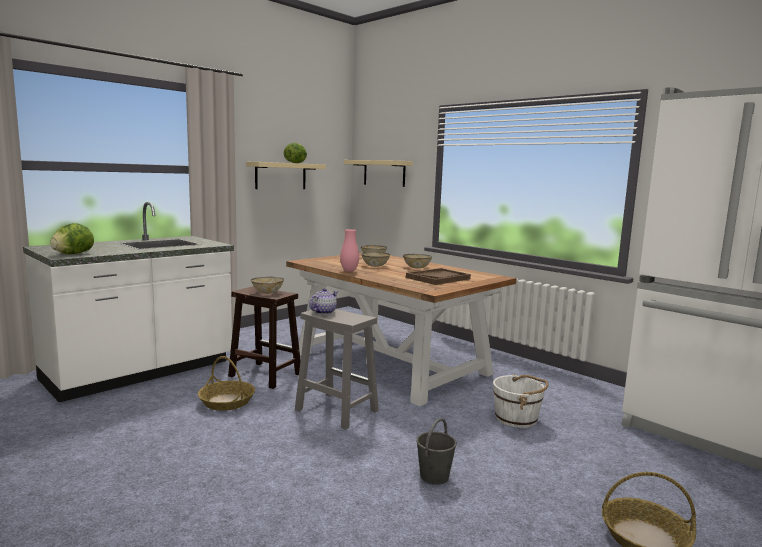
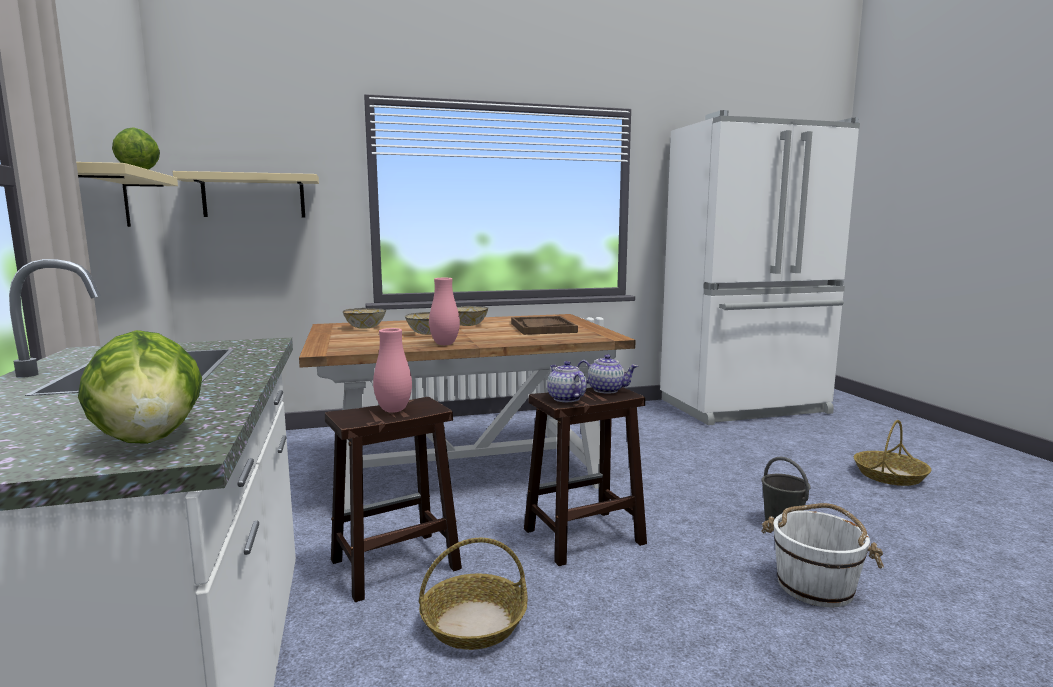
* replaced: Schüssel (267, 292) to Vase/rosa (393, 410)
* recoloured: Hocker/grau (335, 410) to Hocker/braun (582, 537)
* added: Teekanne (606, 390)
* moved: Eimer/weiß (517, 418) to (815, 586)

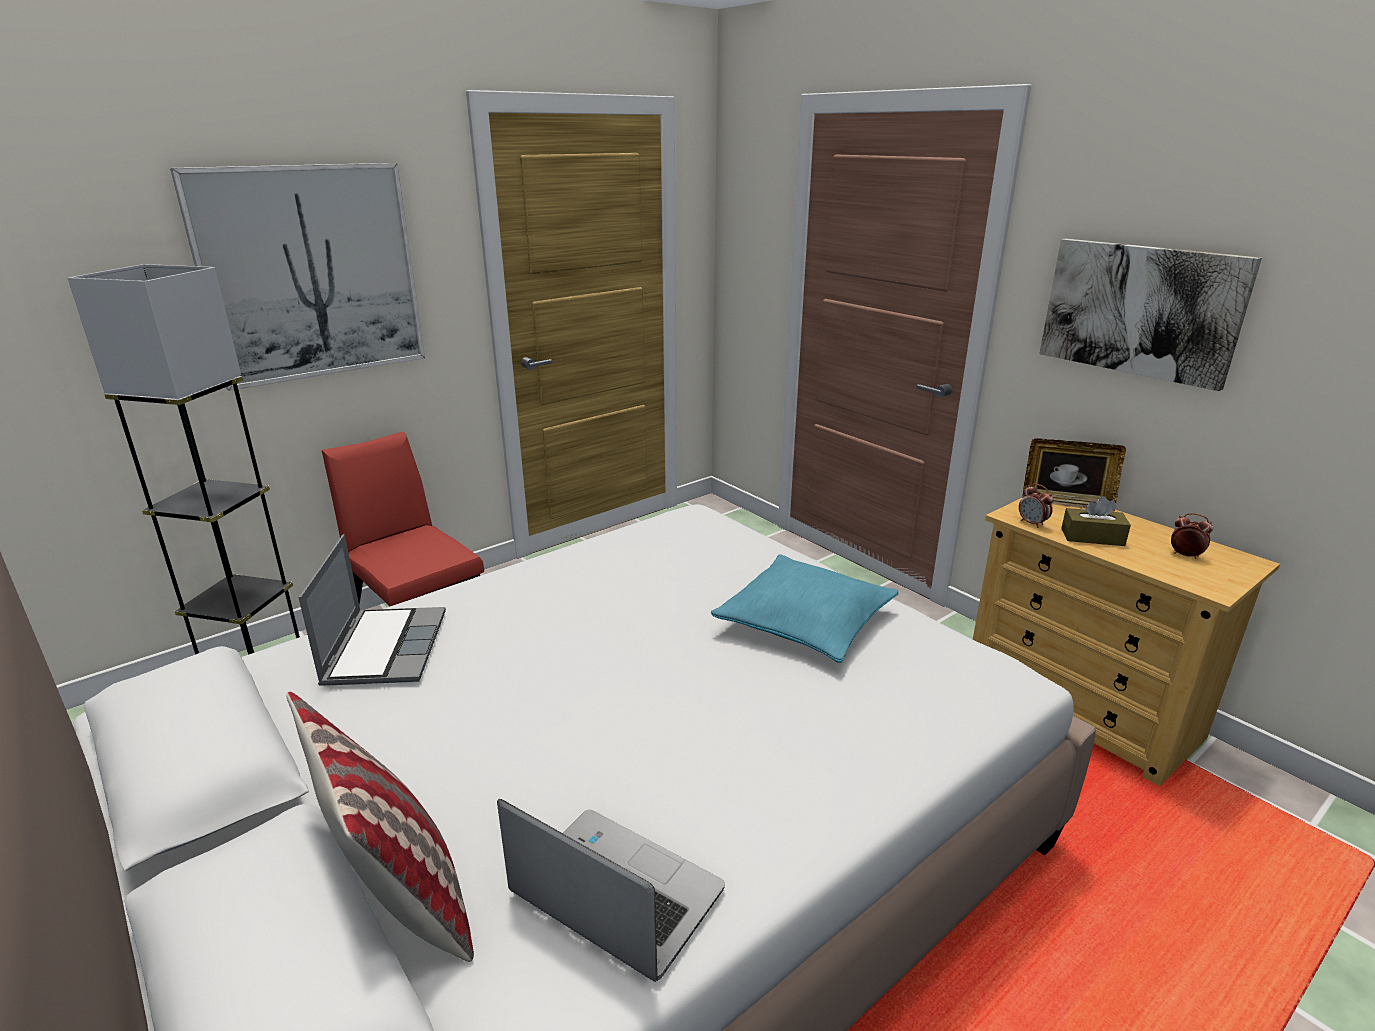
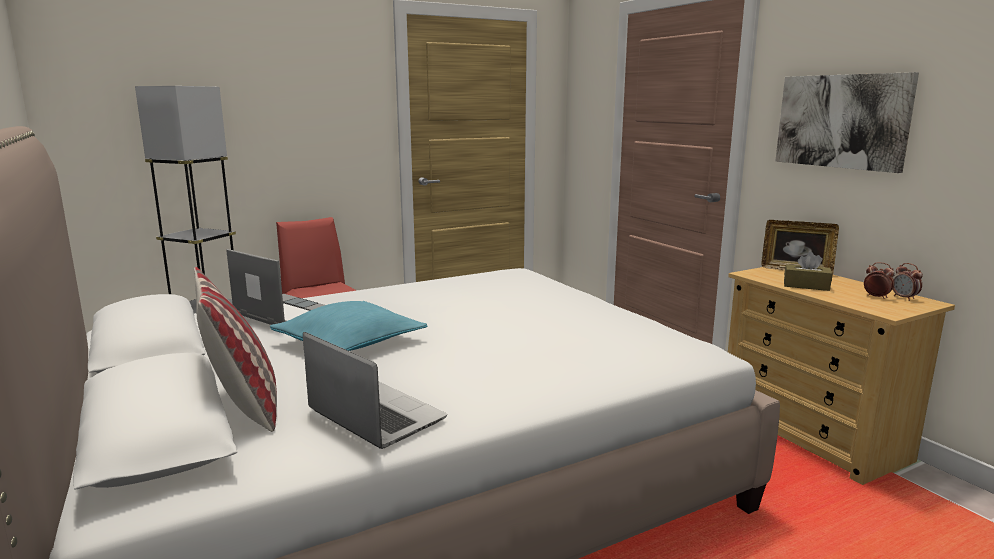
* turned: Laptop (384, 647) = (281, 313) 60 degrees counterclockwise
* moved: Kissen/türkis (805, 622) to (350, 343)
* moved: Wecker (1032, 523) to (904, 298)
* removed: Bild (311, 273)

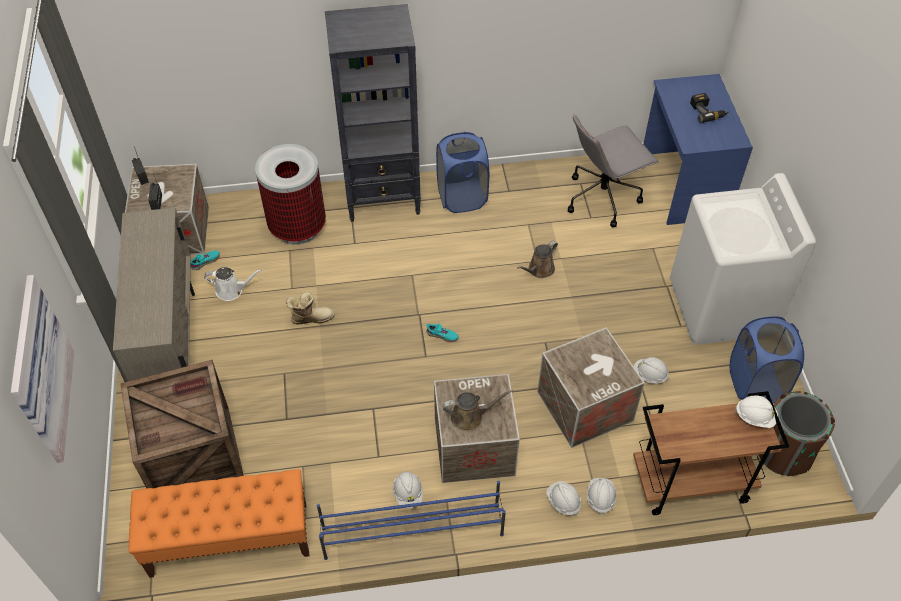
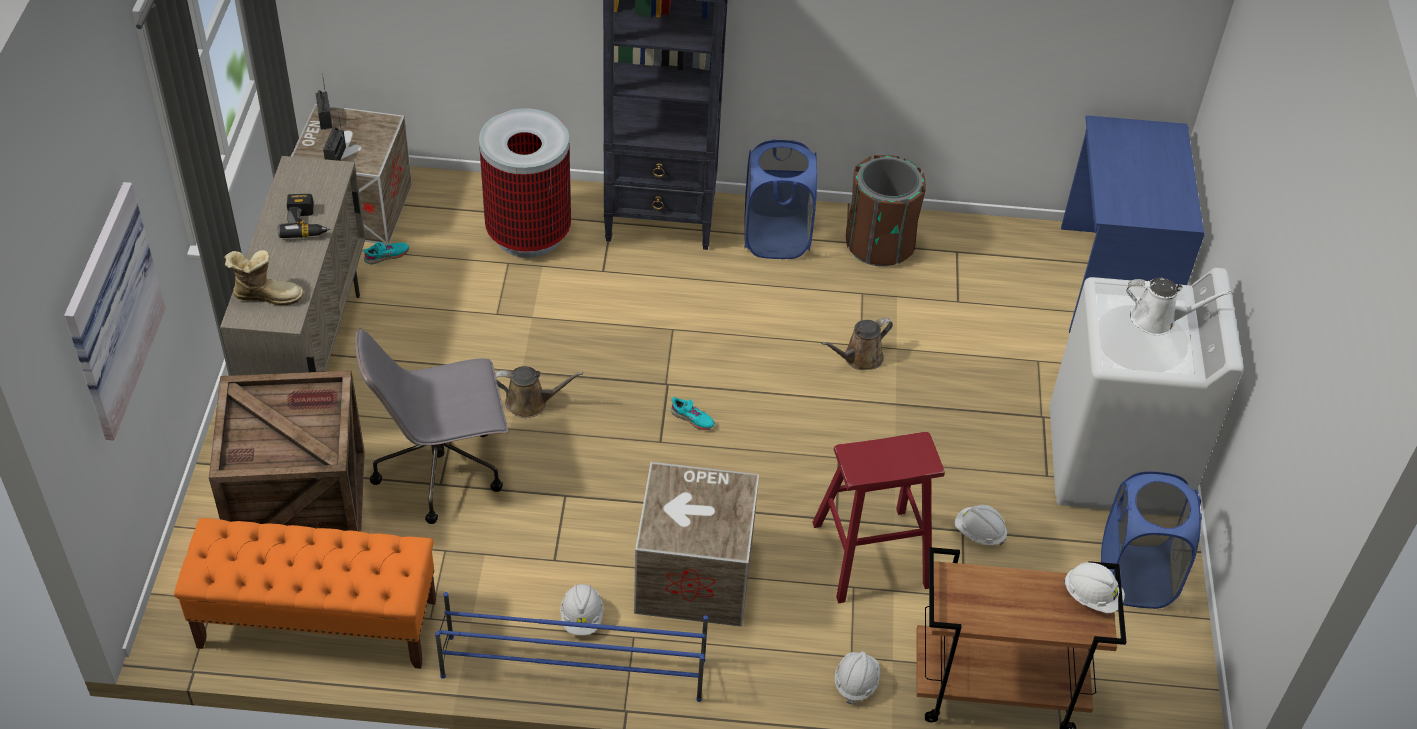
* moved: Stiefel (311, 317) to (267, 295)
* moved: Bohrmaschine (707, 112) to (306, 223)
* moved: Bürostuhl/grau (603, 197) to (442, 469)
* moved: Gießkanne/braun (470, 416) to (530, 403)
* replaced: Kiste (585, 406) to Hocker/rot (871, 555)
* moved: Mülleimer/braun (783, 452) to (879, 244)
* moved: Gießkanne/weiß (232, 290) to (1158, 320)
* removed: Schutzhelm/weiß (563, 501)

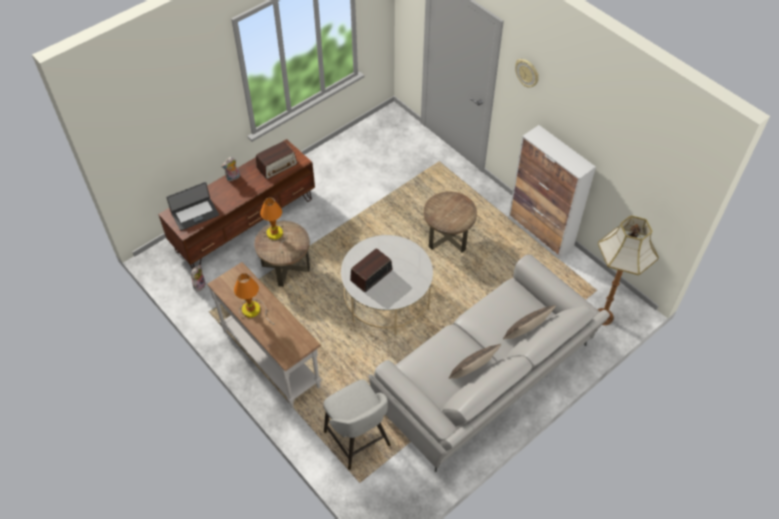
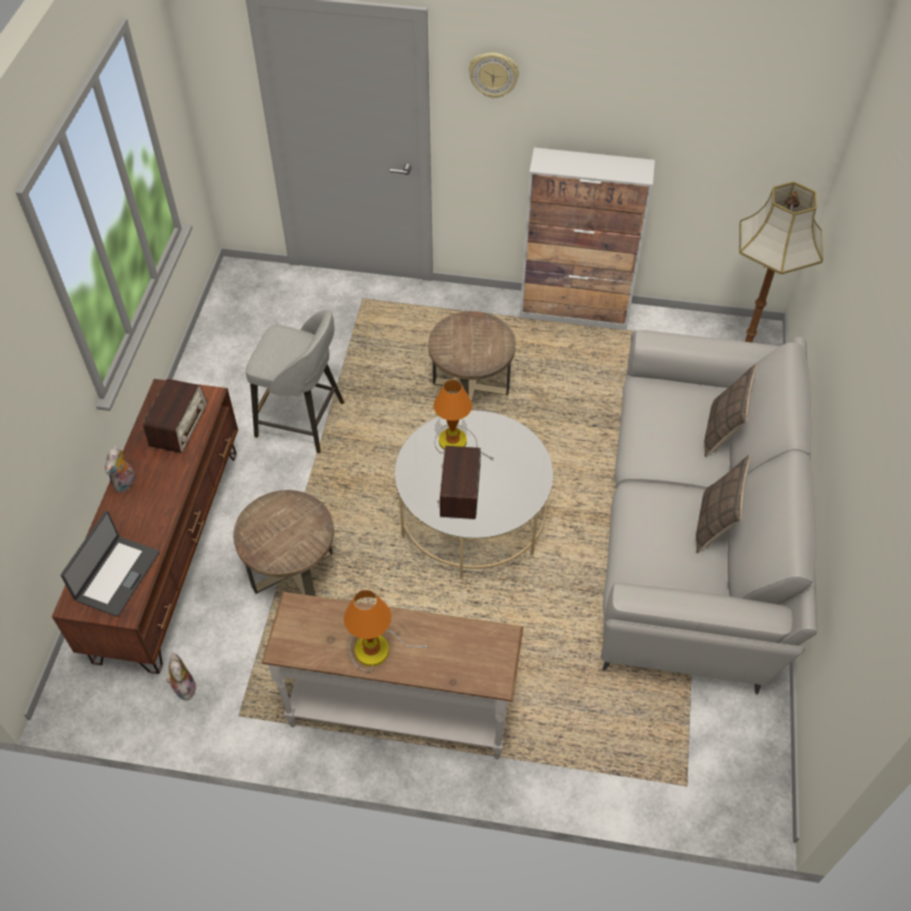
* moved: Hocker/grau (358, 440) to (303, 420)
* moved: Tischlampe (276, 234) to (456, 441)

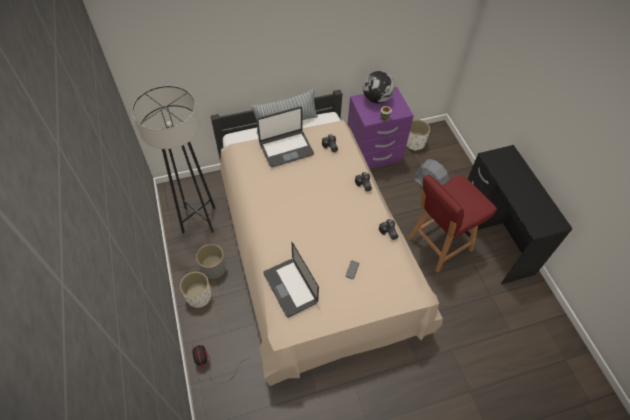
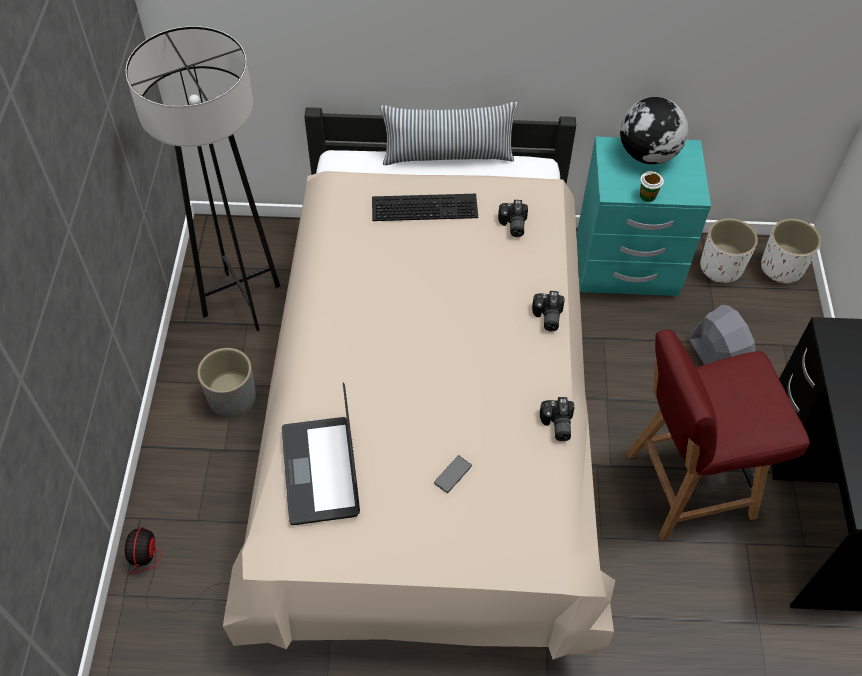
* replaced: Laptop (286, 148) to Tastatur (425, 206)
* recoloured: Nachttisch/lila (373, 153) to Nachttisch/türkis (626, 266)
* moved: Pflanzkübel/weiß (199, 296) to (781, 267)

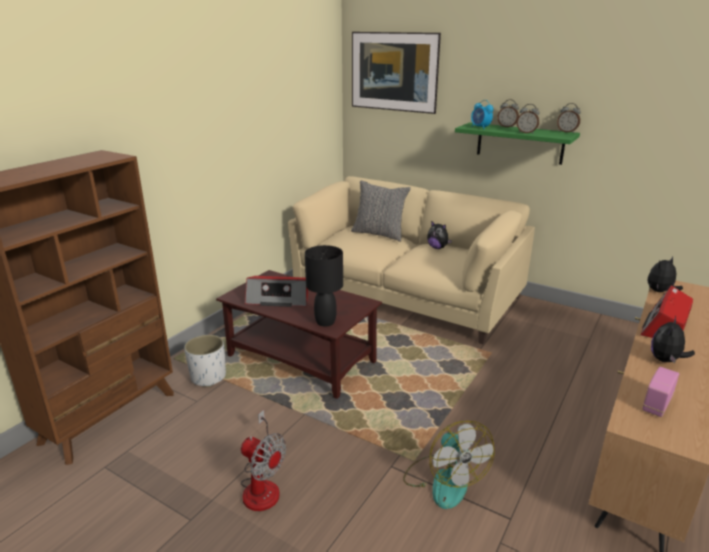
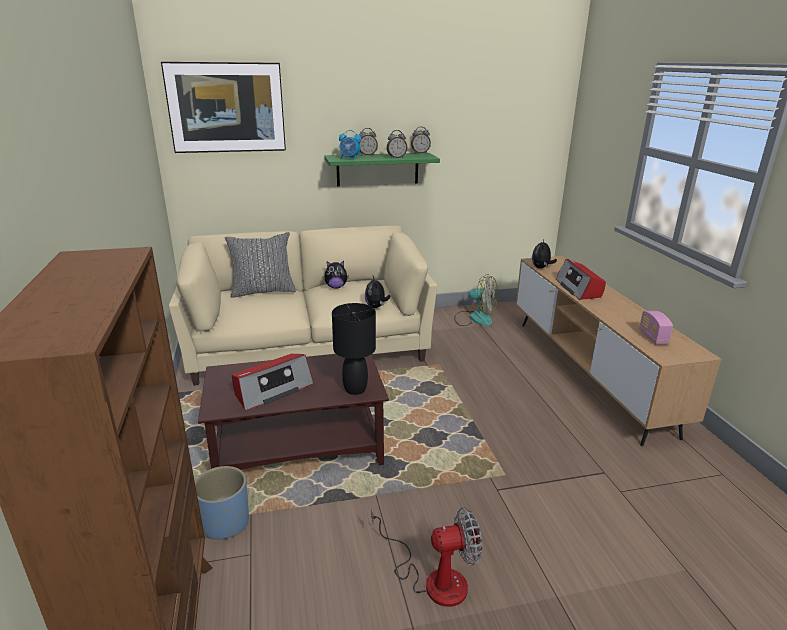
* recoloured: Pflanzkübel/weiß (208, 377) to Pflanzkübel/blau (225, 523)
* moved: Plüschtier (666, 360) to (376, 307)
* moved: Ventilator (444, 480) to (474, 318)

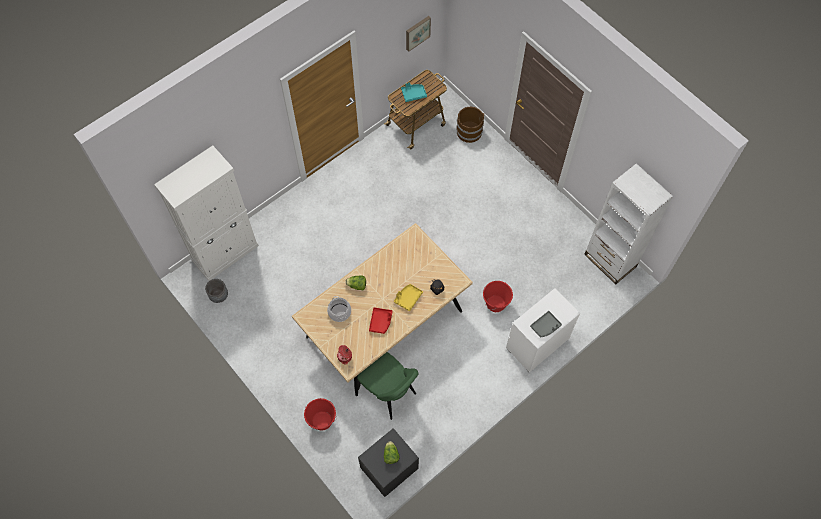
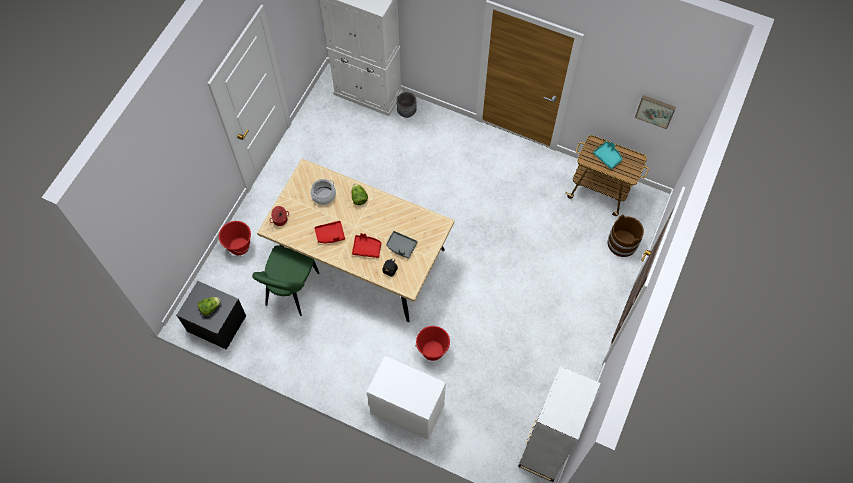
* recoloured: Tablett/gelb (408, 298) to Tablett/rot (367, 248)
* moved: Tablett/grau (545, 326) to (401, 246)
* moved: Pflanzkübel/grau (219, 296) to (406, 112)

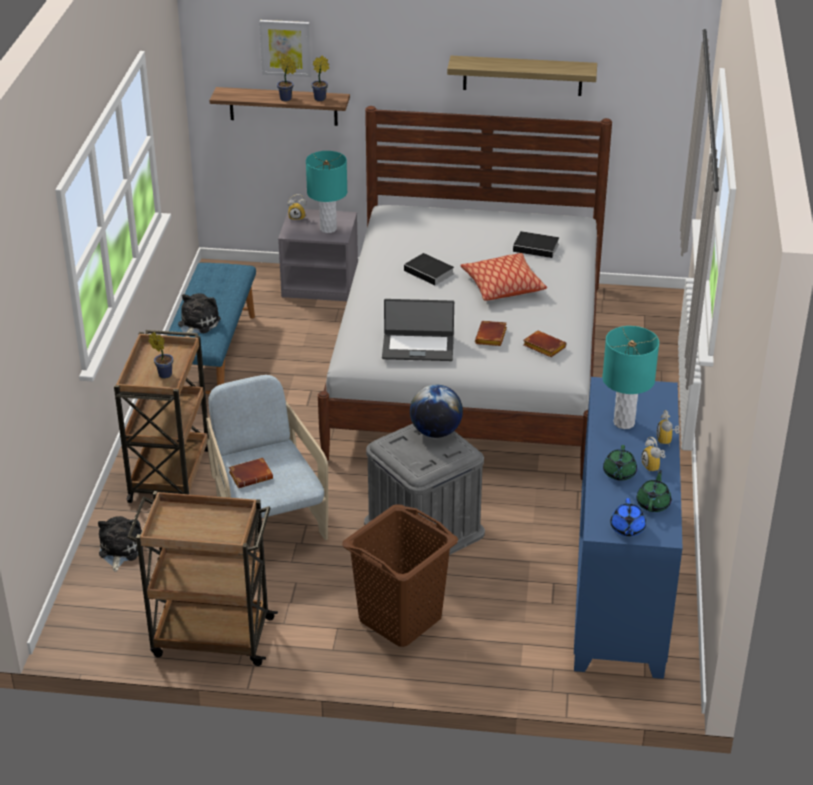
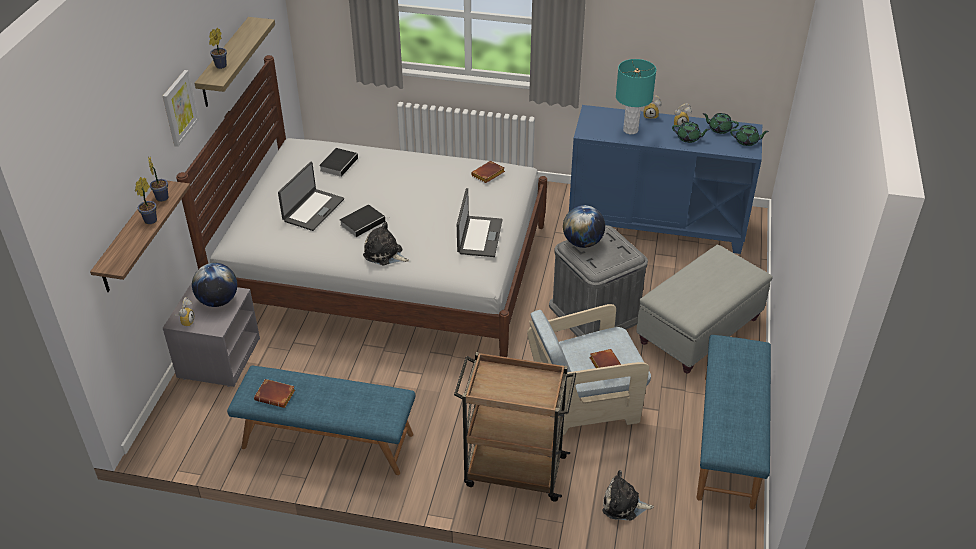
* moved: Bild (286, 47) to (179, 108)
* replaced: Tischlampe/türkis (328, 229) to Globus (218, 301)
* moved: Topfpflanze (163, 374) to (220, 66)
* moved: Buch/braun (492, 337) to (276, 395)
* added: Laptop (313, 210)
* moved: Plüschtier (197, 324) to (385, 254)
* replaced: Wäschekorb/braun (399, 619) to Polsterhocker/grau (698, 331)
* replaced: Rollwagen/braun (210, 637) to Bank/blau (729, 439)
* recoloured: Teekanne/blau (627, 529) to Teekanne/grün (747, 141)
* removed: Kissen (502, 286)

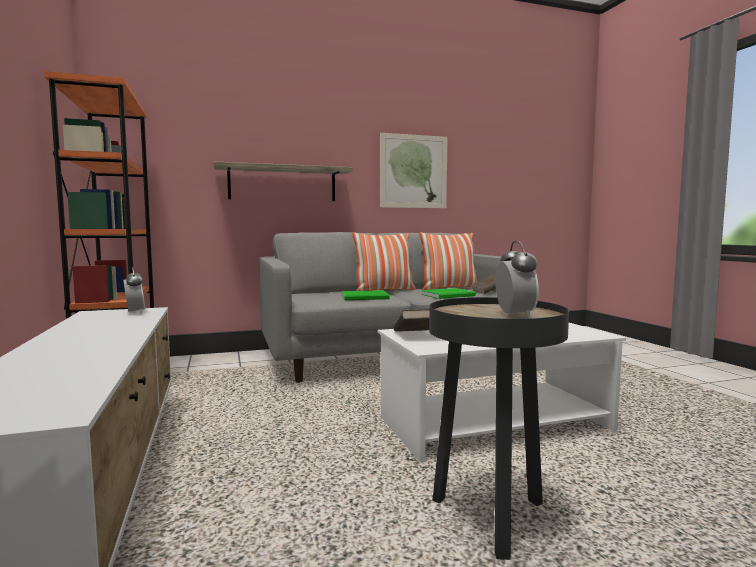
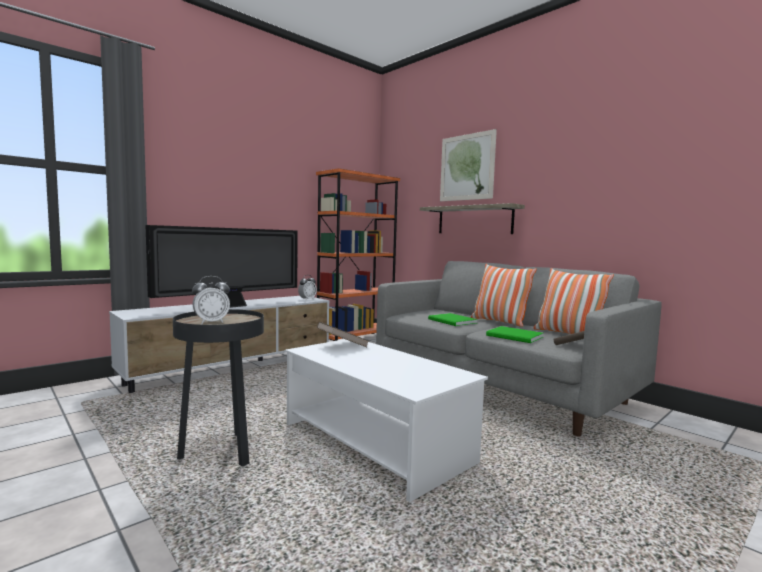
* added: Fernseher (231, 306)
* moved: Bild (413, 171) to (467, 167)

